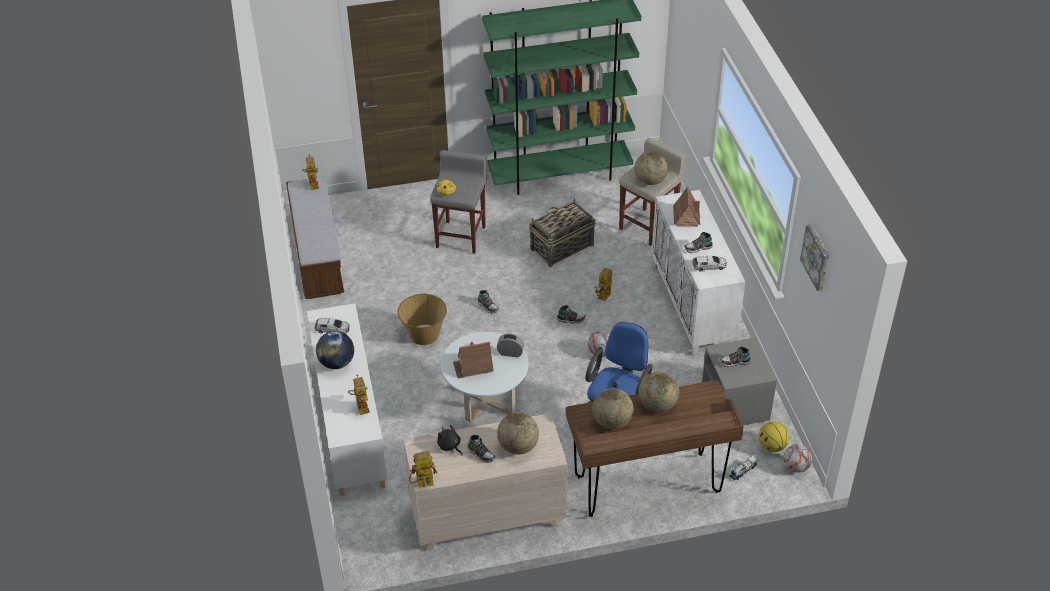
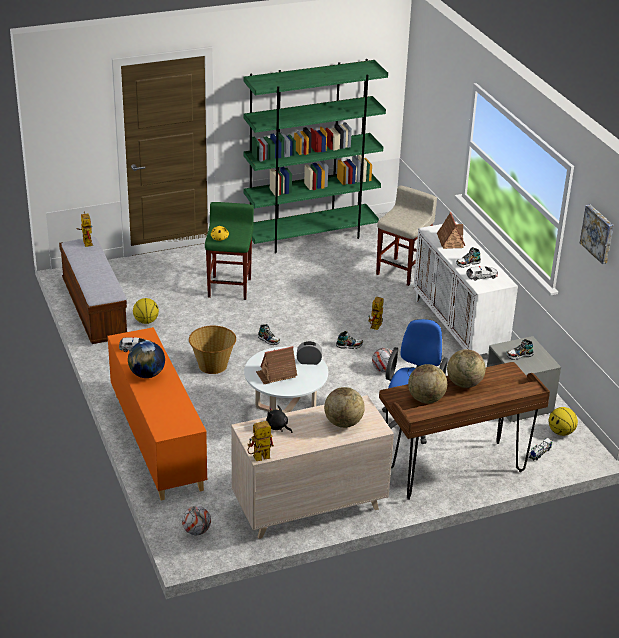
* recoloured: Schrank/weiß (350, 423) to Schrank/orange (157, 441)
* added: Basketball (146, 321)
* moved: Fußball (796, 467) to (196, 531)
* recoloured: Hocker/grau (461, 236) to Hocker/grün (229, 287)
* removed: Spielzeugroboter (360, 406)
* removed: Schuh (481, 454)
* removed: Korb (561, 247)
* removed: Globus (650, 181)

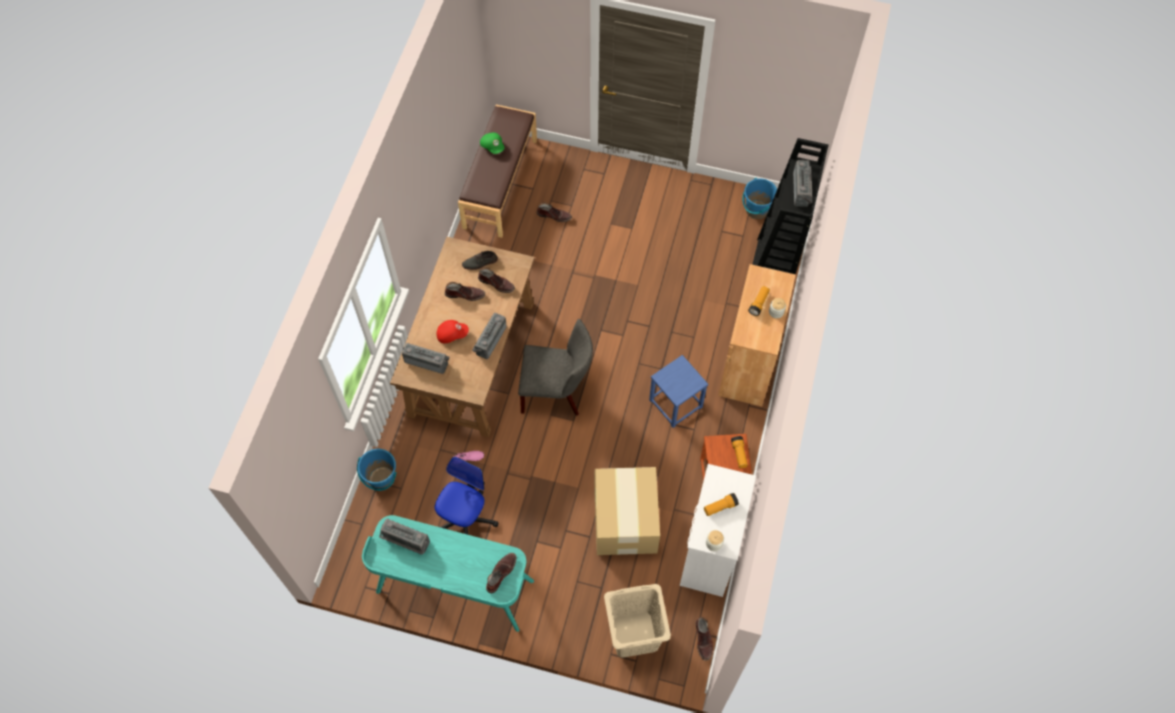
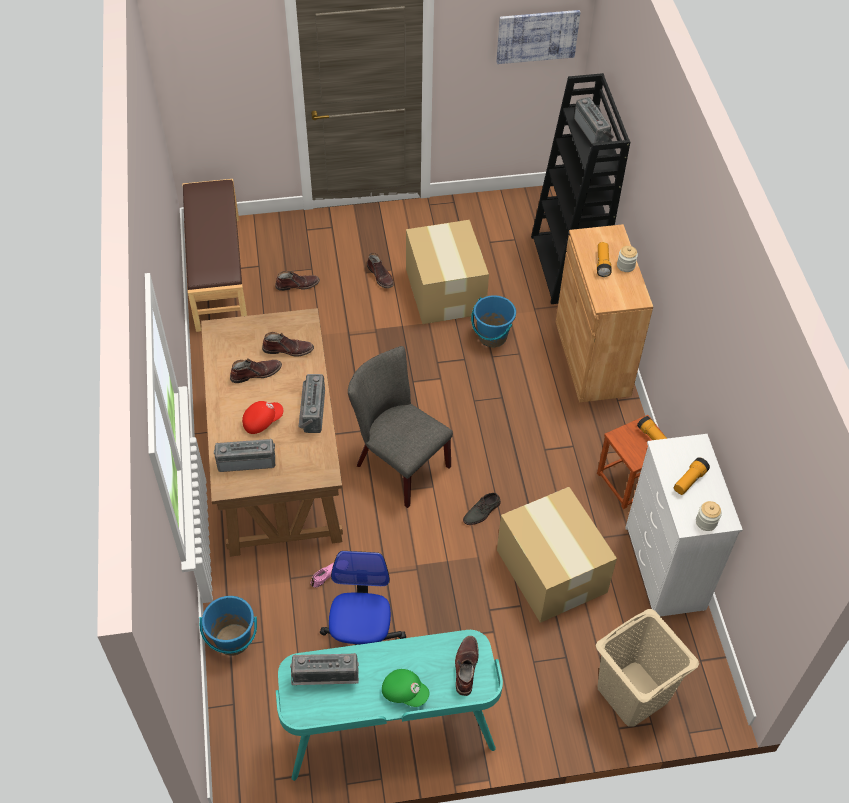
* turned: Stuhl/grau (557, 392) = (397, 463) 120 degrees counterclockwise
* moved: Stiefel/braun (704, 639) to (381, 276)
* moved: Kappe/grün (493, 146) to (405, 692)
* added: Karton (445, 290)
* moved: Schuh/grau (480, 262) to (482, 512)
* moved: Eimer/blau (756, 210) to (492, 337)
* added: Bild (537, 36)
* removed: Hocker/blau (675, 403)

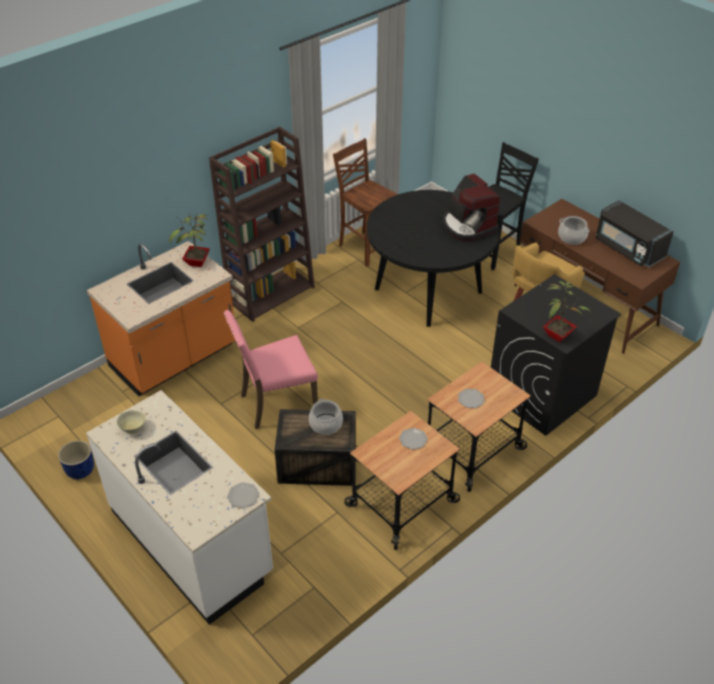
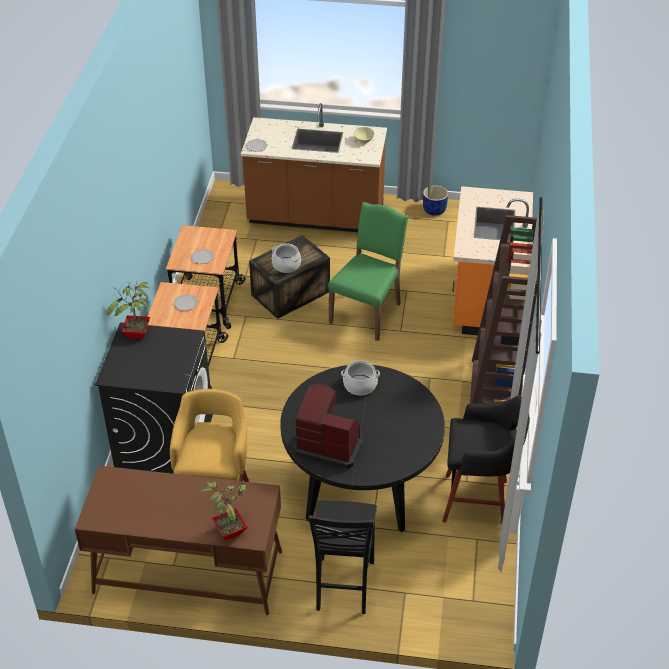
* moved: Topfpflanze (197, 263) to (229, 530)
* recoloured: Küchenzeile/weiß (192, 541) to Küchenzeile/braun (315, 217)
* recoloured: Stuhl/rosa (276, 403) to Stuhl/grün (367, 312)
* moved: Kochtopf (571, 237) to (360, 385)
* replaced: Stuhl/braun (365, 247) to Hocker/schwarz (478, 501)
* removed: Mikrowelle/schwarz (628, 248)

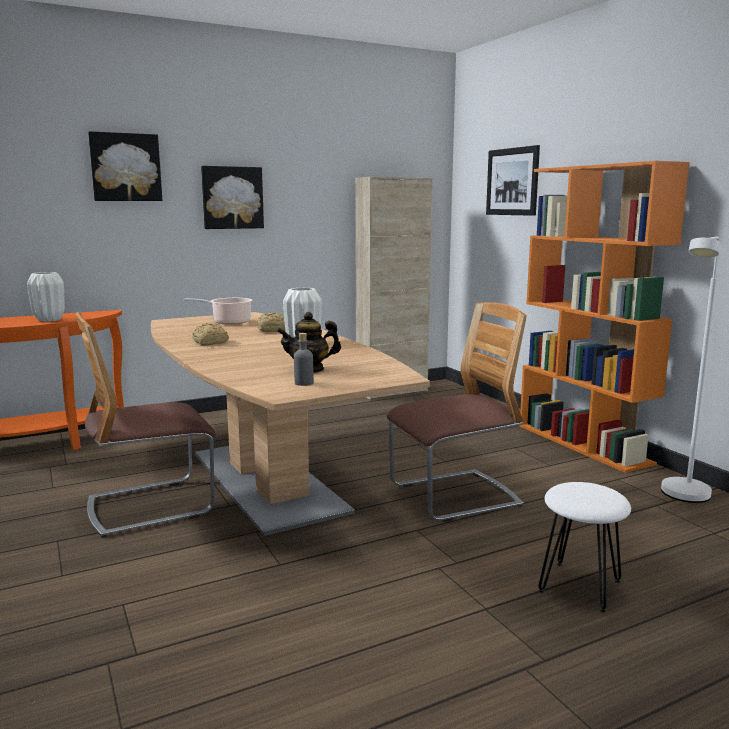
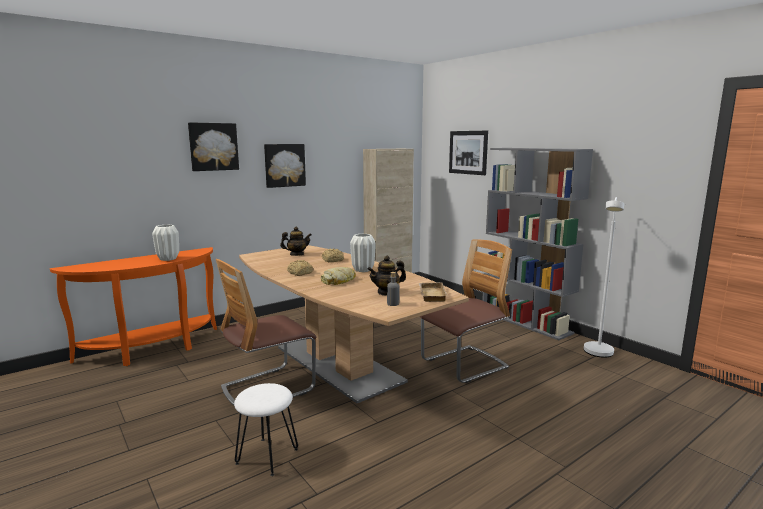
* moved: Hocker/weiß (580, 586) to (267, 456)
* replaced: Kochtopf (229, 322) to Teekanne (296, 254)
* added: Brot (338, 281)
* added: Tablett/beige (430, 294)
* recoloured: Bücherregal/orange (583, 444) to Bücherregal/grau (526, 322)

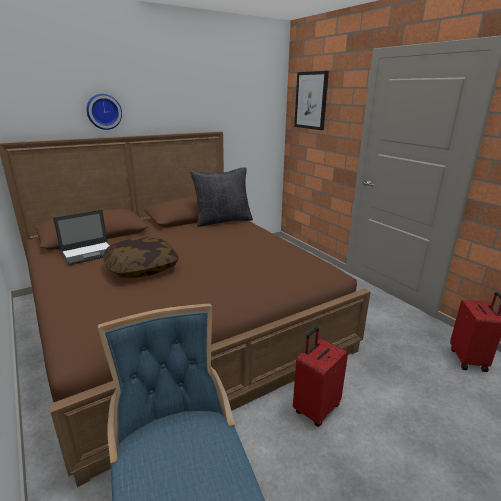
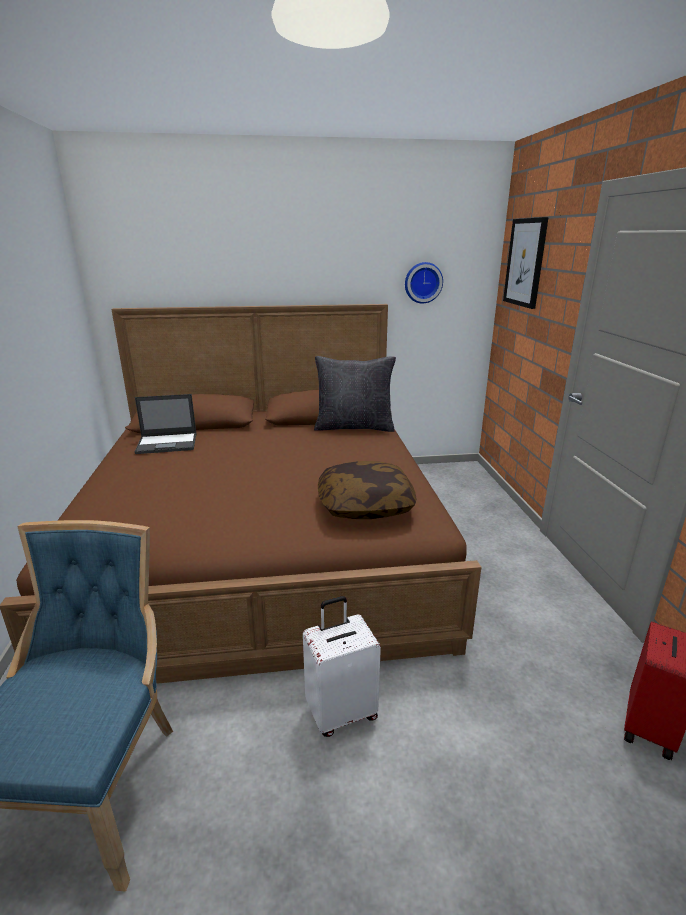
* recoloured: Koffer/rot (315, 408) to Koffer/weiß (341, 712)
* moved: Kissen (142, 268) to (365, 505)
* moved: Wanduhr (103, 111) to (423, 282)

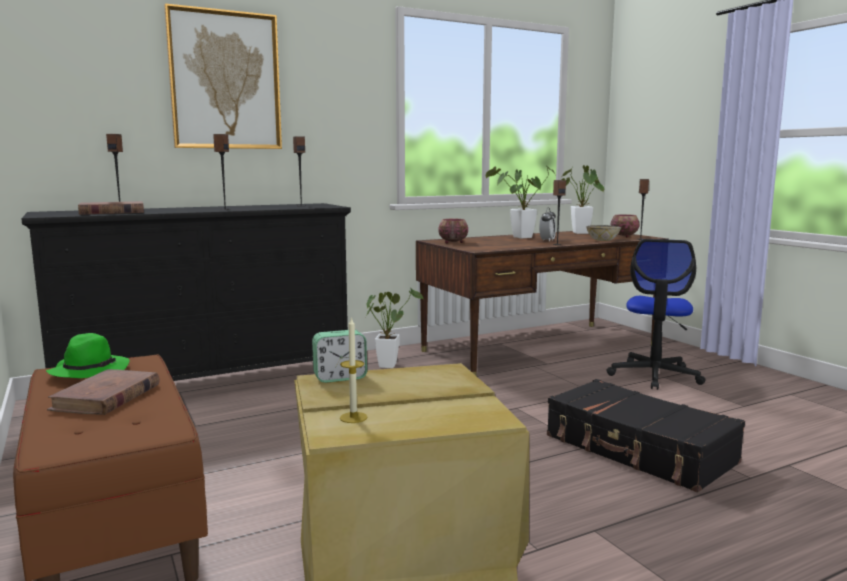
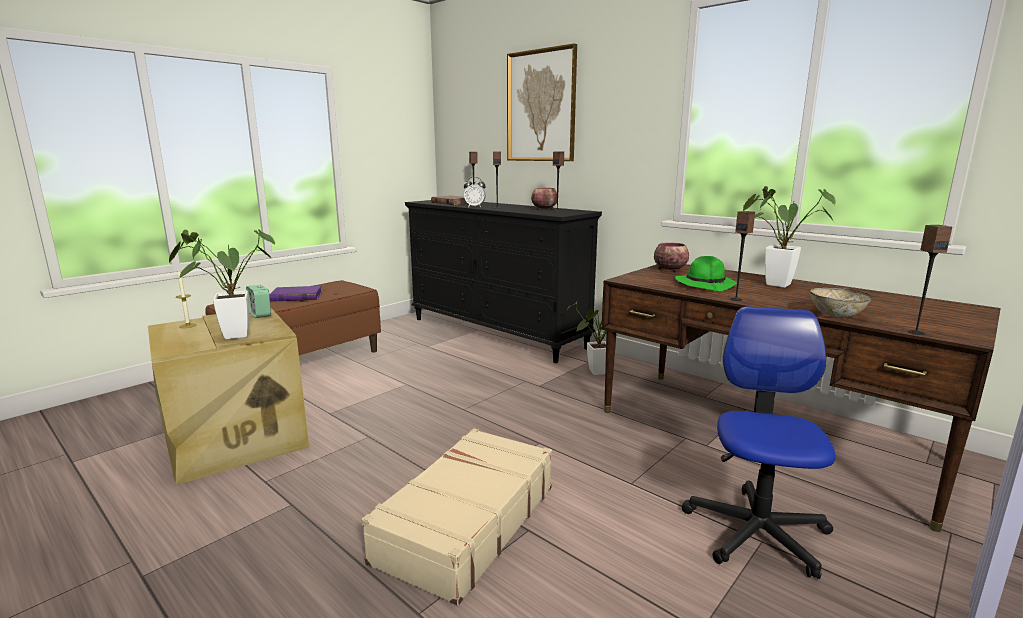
* moved: Topfpflanze (581, 233) to (229, 336)
* recoloured: Buch/braun (106, 397) to Buch/lila (296, 297)
* recoloured: Koffer/schwarz (638, 450) to Koffer/beige (465, 523)
* moved: Wecker (547, 240) to (475, 207)
* moved: Schüssel (624, 236) to (545, 209)
* moved: Hut/grün (89, 371) to (706, 285)
* turned: Bürostuhl (654, 376) = (756, 532) 105 degrees clockwise

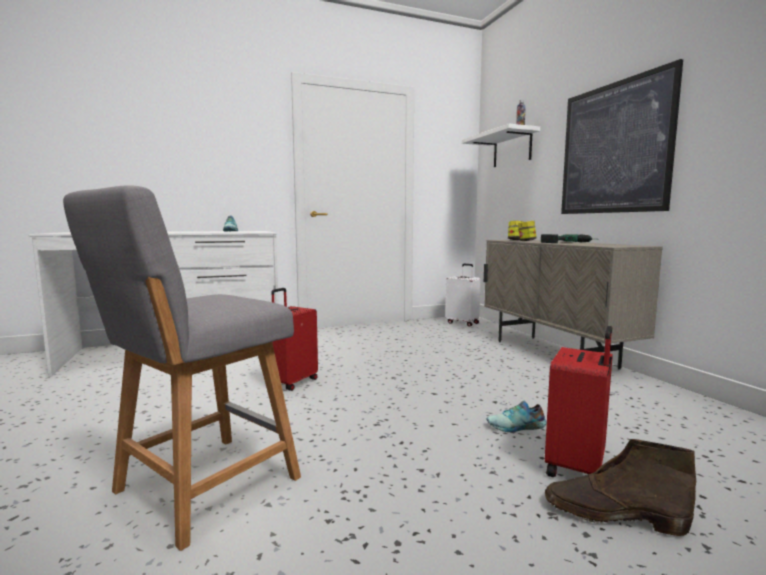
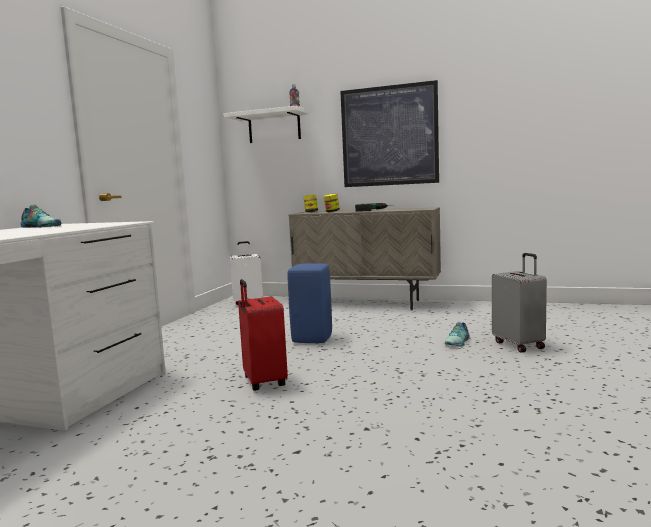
* added: Hocker/blau (311, 339)
* recoloured: Koffer/rot (577, 467) to Koffer/grau (519, 345)
* removed: Hocker/grau (200, 489)
* removed: Stiefel/braun (612, 515)

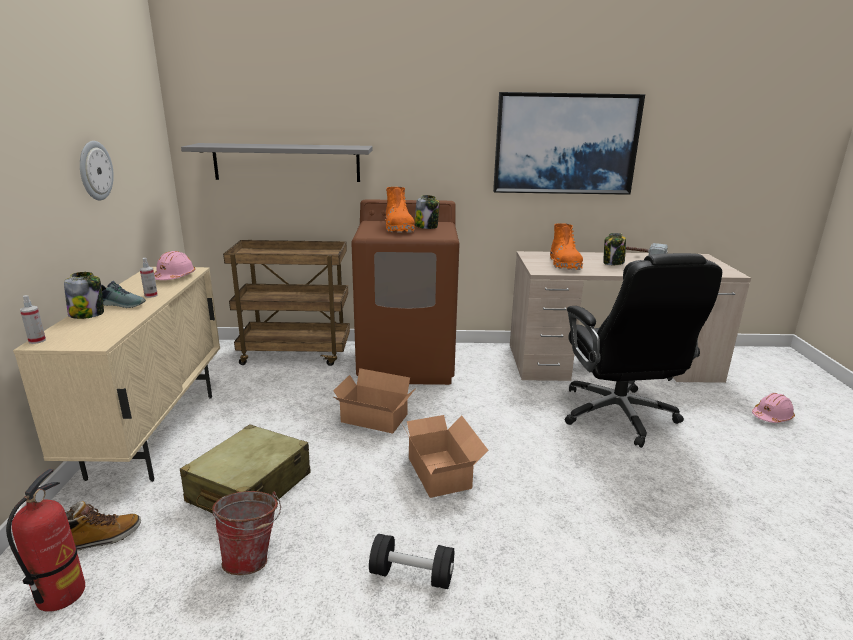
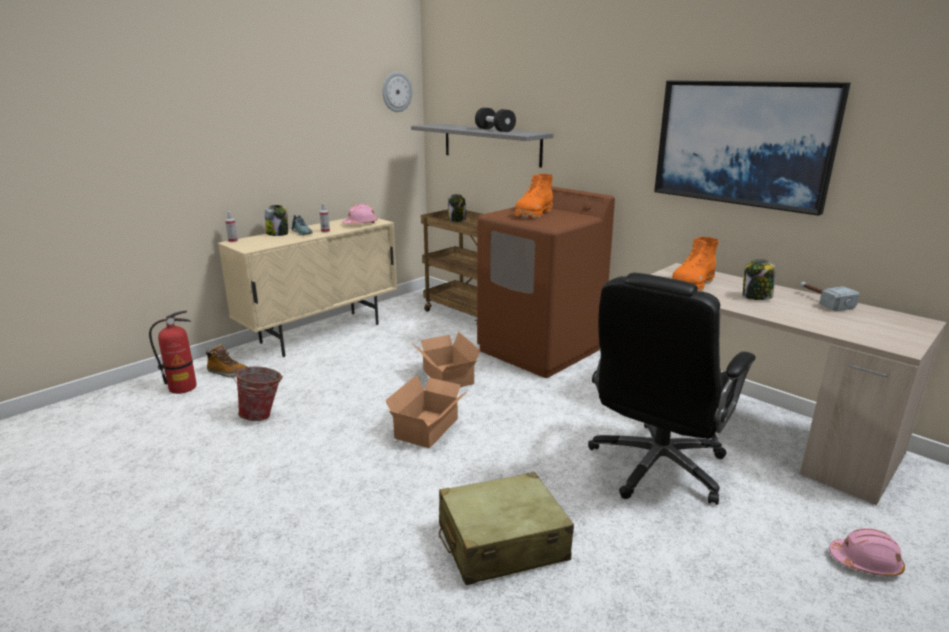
* moved: Wanduhr (95, 170) to (396, 92)
* moved: Koffer/beige (249, 488) to (501, 543)
* moved: Vorratsglas (426, 227) to (457, 220)
* moved: Hantel/schwarz (412, 575) to (494, 130)

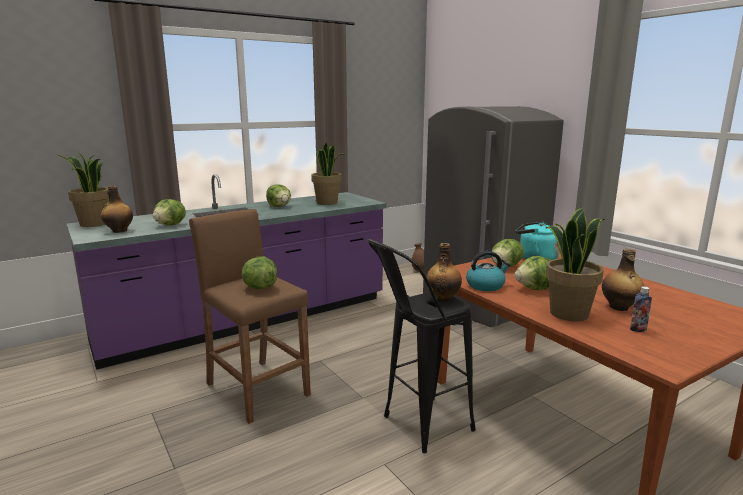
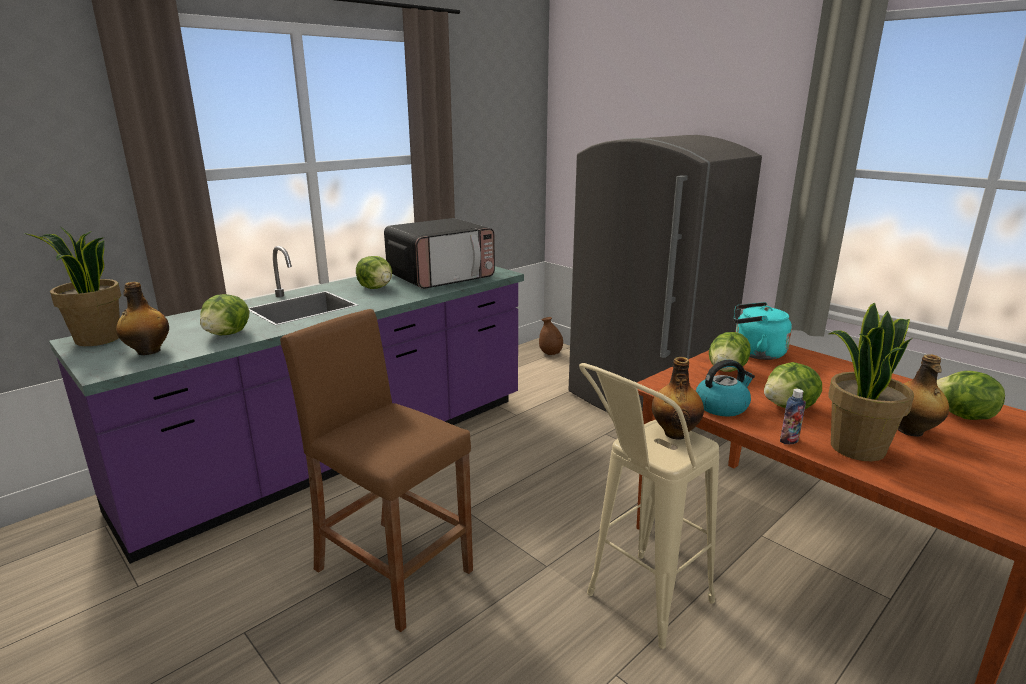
* replaced: Topfpflanze (327, 202) to Mikrowelle (441, 277)
* recoloured: Hocker/schwarz (417, 428) to Hocker/beige (638, 607)
* moved: Flasche (638, 329) to (789, 440)
* moved: Salatkopf (259, 287) to (962, 416)

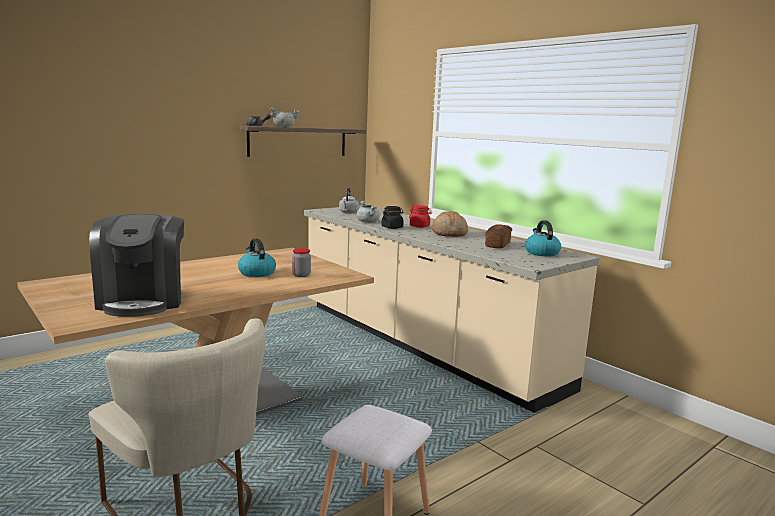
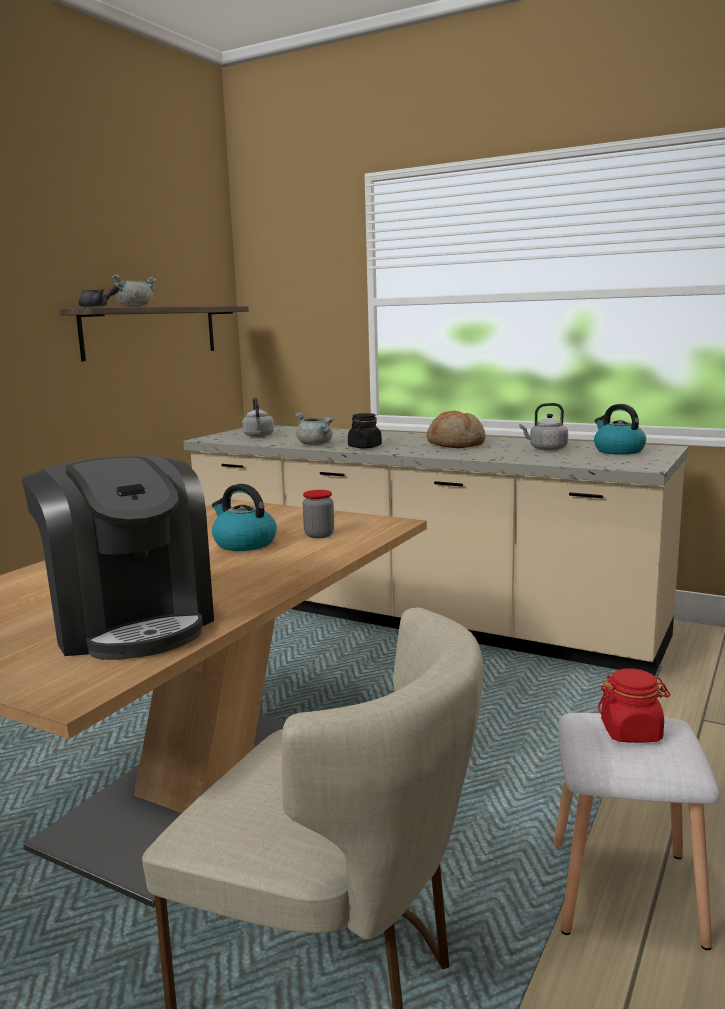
* replaced: Brot (497, 245) to Wasserkessel/grau (546, 449)
* moved: Vorratsglas/rot (419, 226) to (631, 732)

